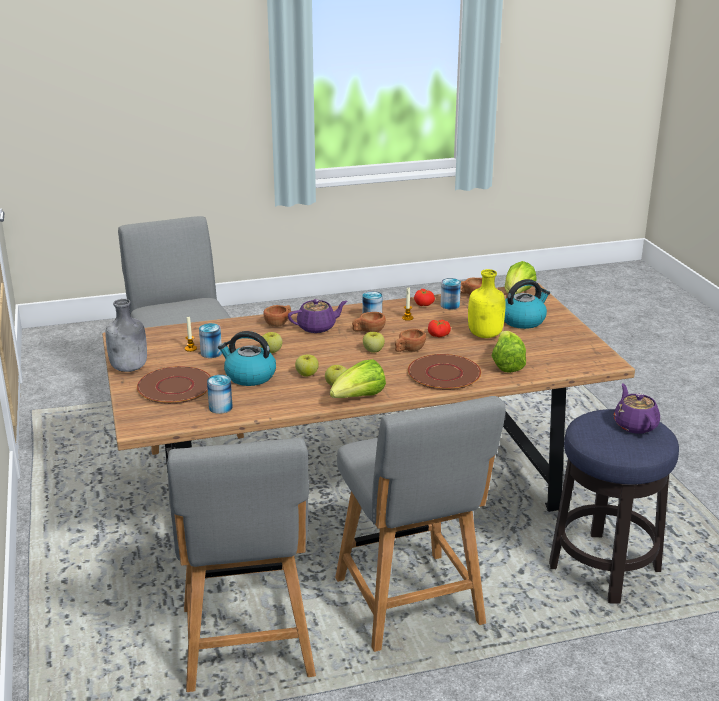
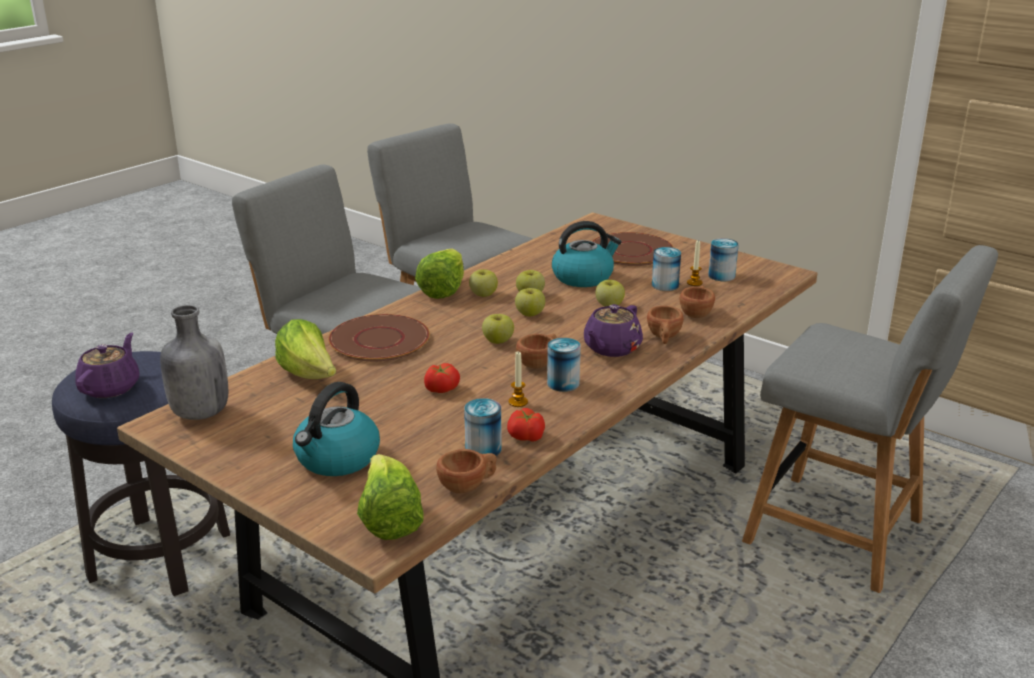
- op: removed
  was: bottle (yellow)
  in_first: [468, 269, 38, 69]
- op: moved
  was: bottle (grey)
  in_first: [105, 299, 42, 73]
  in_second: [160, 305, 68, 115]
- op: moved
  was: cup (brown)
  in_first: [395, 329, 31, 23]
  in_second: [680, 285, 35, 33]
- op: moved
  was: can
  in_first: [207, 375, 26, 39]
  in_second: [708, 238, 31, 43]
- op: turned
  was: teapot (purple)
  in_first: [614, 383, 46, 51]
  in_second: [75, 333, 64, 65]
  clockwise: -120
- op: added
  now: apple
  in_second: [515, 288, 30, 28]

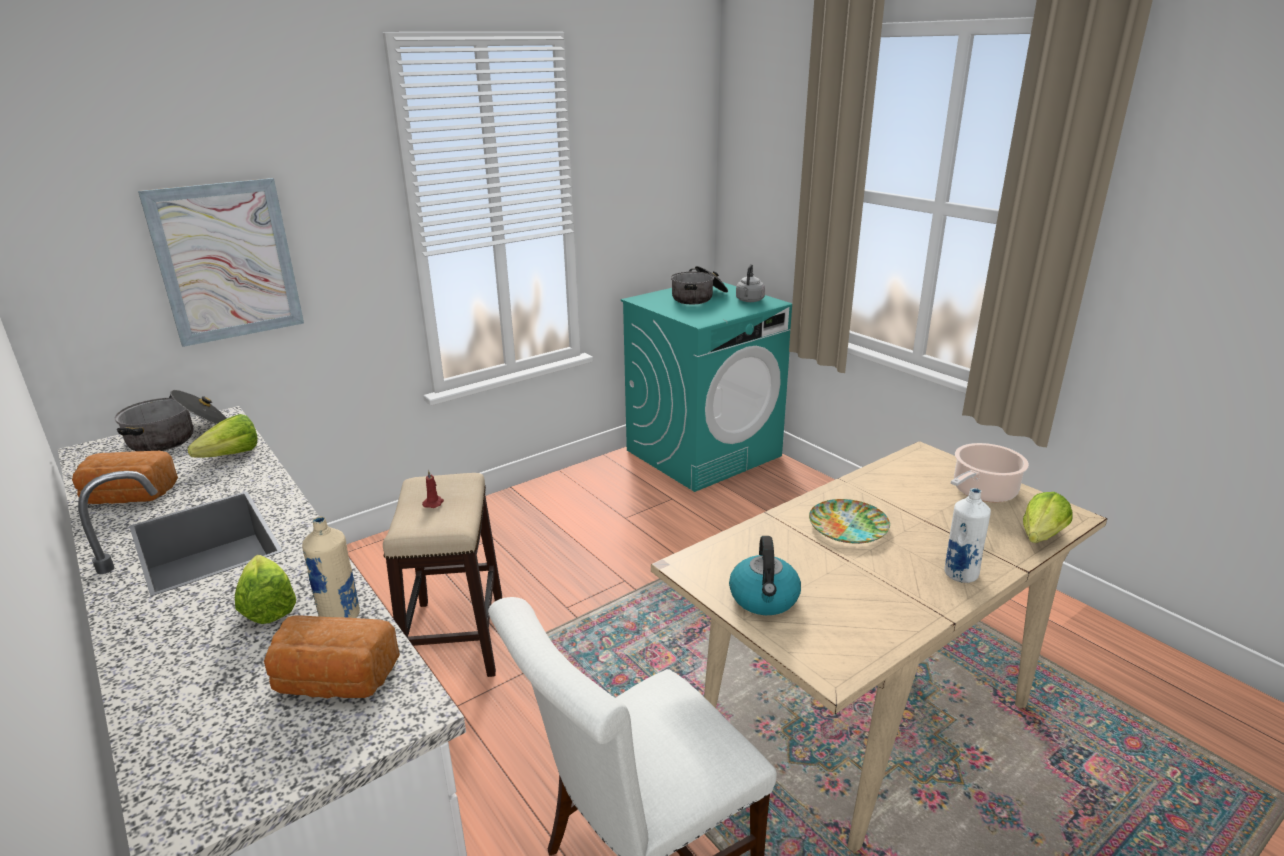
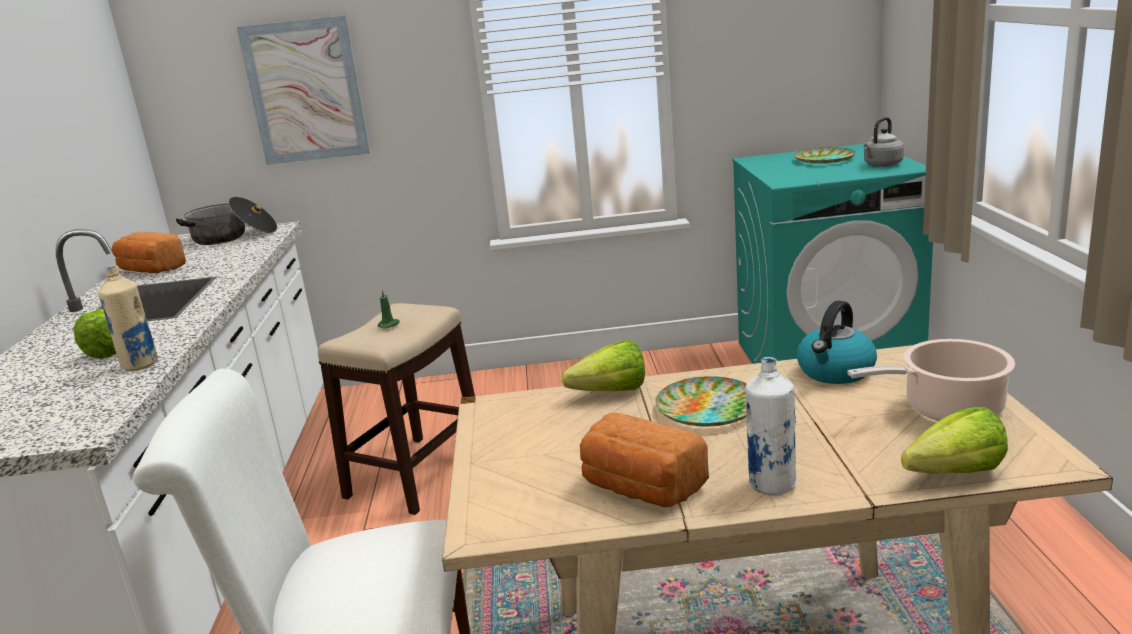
- op: replaced
  was: cooking pot
  now: plate
  in_first: [671, 266, 57, 38]
  in_second: [794, 148, 62, 15]
- op: moved
  was: lettuce
  in_first: [188, 414, 70, 44]
  in_second: [562, 340, 83, 51]
- op: recoloured
  was: candle (red)
  now: candle (green)
  in_first: [422, 470, 22, 38]
  in_second: [378, 289, 22, 40]
- op: moved
  was: kettle
  in_first: [729, 536, 72, 79]
  in_second: [797, 301, 80, 83]
- op: moved
  was: bread
  in_first: [264, 616, 136, 82]
  in_second: [580, 413, 129, 95]

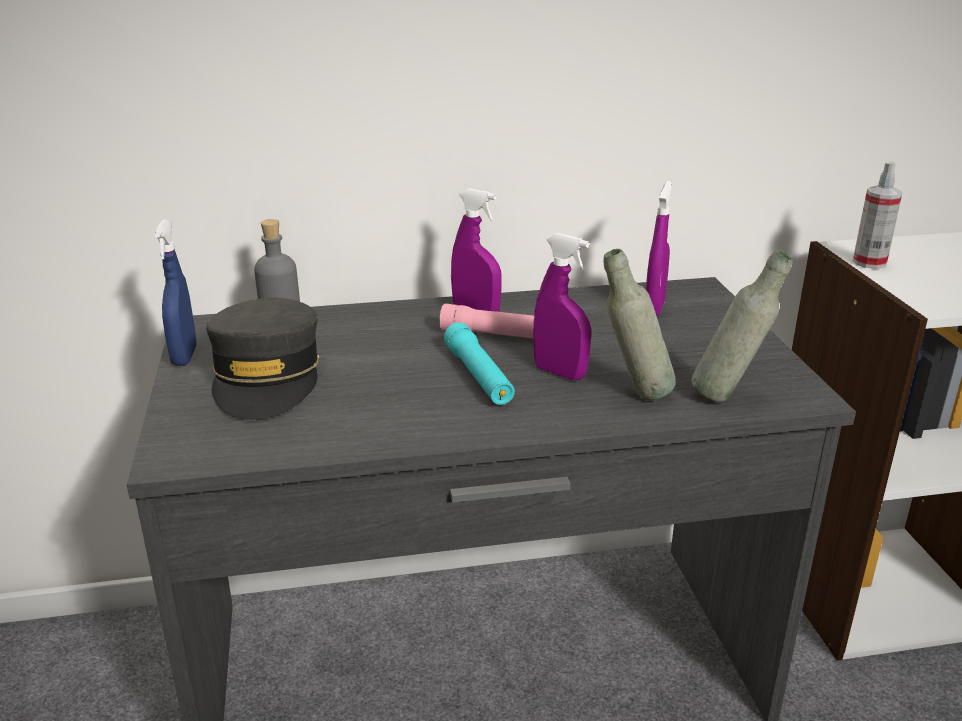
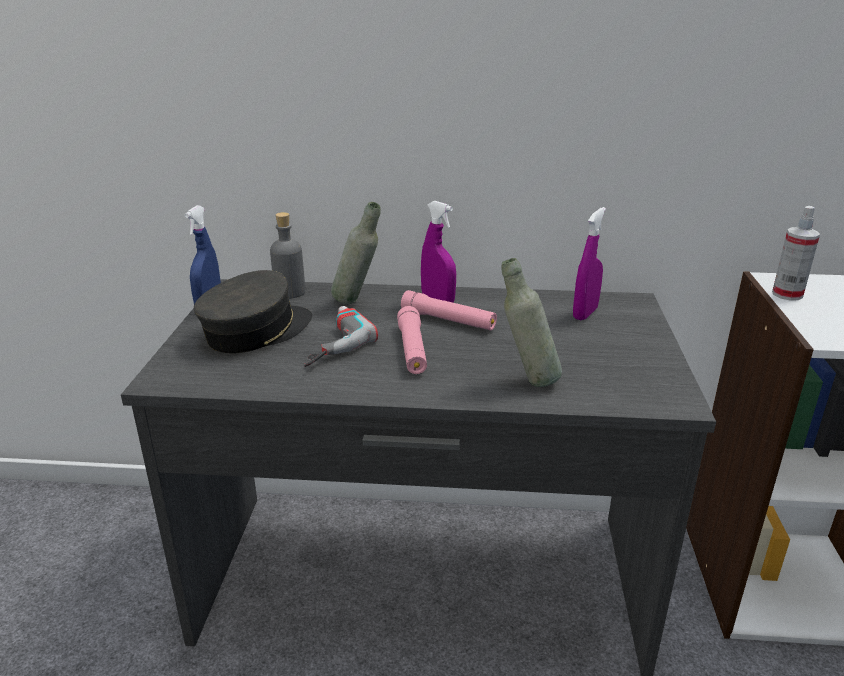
- op: removed
  was: spray bottle (purple)
  in_first: [533, 233, 58, 147]
- op: moved
  was: bottle (grey)
  in_first: [691, 250, 102, 152]
  in_second: [331, 202, 50, 102]
- op: turned
  was: cap (grey)
  in_first: [206, 298, 113, 122]
  in_second: [194, 270, 118, 83]
  clockwise: -150
- op: recoloured
  was: flashlight (turquoise)
  now: flashlight (pink)
  in_first: [444, 323, 71, 82]
  in_second: [397, 306, 30, 68]
- op: added
  now: power drill
  in_second: [304, 306, 74, 61]

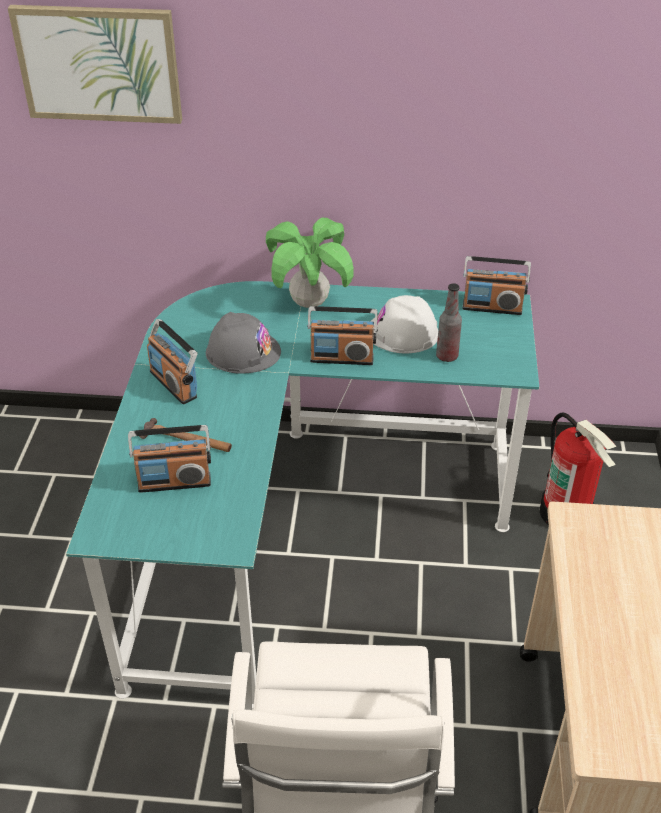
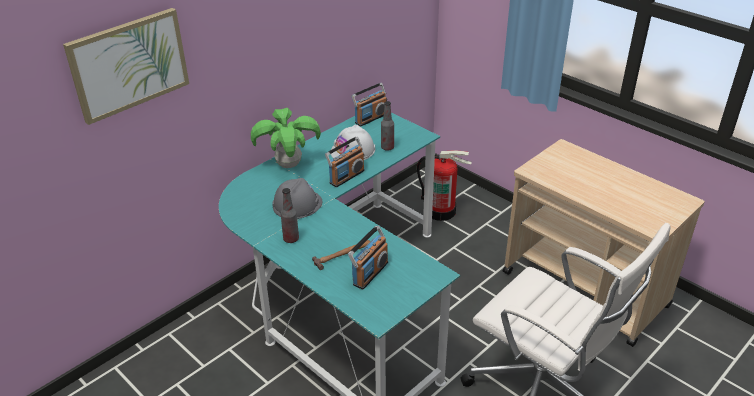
- op: replaced
  was: radio
  now: bottle
  in_first: [147, 319, 50, 85]
  in_second: [281, 188, 18, 55]

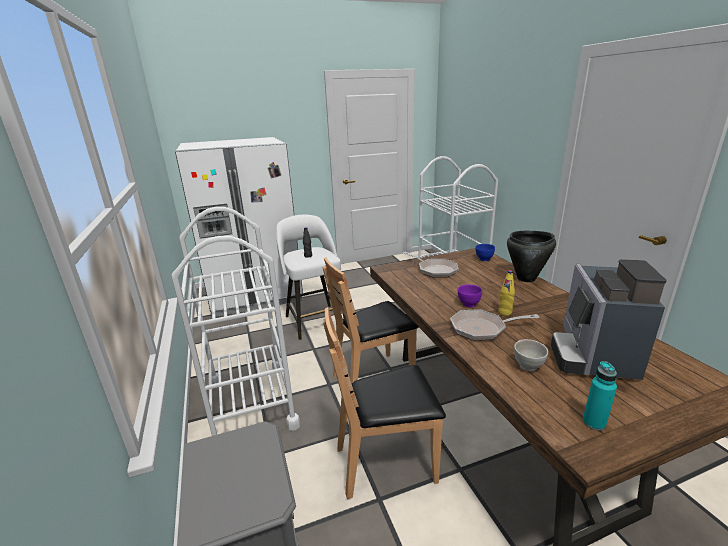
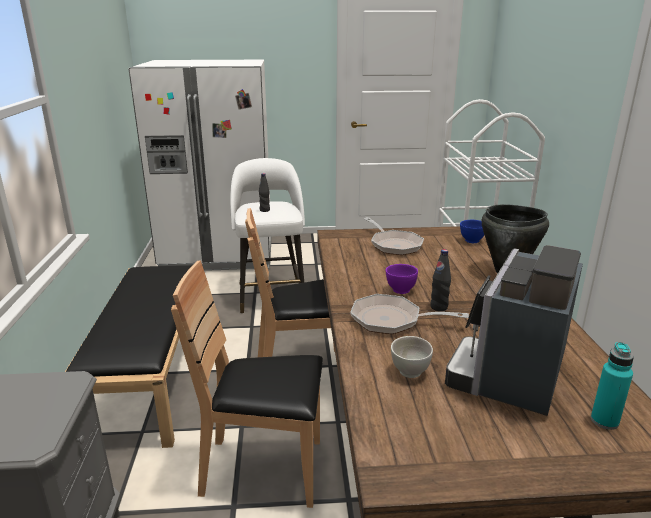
- op: replaced
  was: cart (white)
  now: bench (black)
  in_first: [172, 207, 128, 229]
  in_second: [65, 265, 127, 183]
- op: recoloured
  was: bottle (yellow)
  now: bottle (black)
  in_first: [498, 270, 17, 46]
  in_second: [430, 249, 21, 62]
- op: moved
  was: bottle (turquoise)
  in_first: [583, 361, 34, 70]
  in_second: [591, 342, 43, 88]

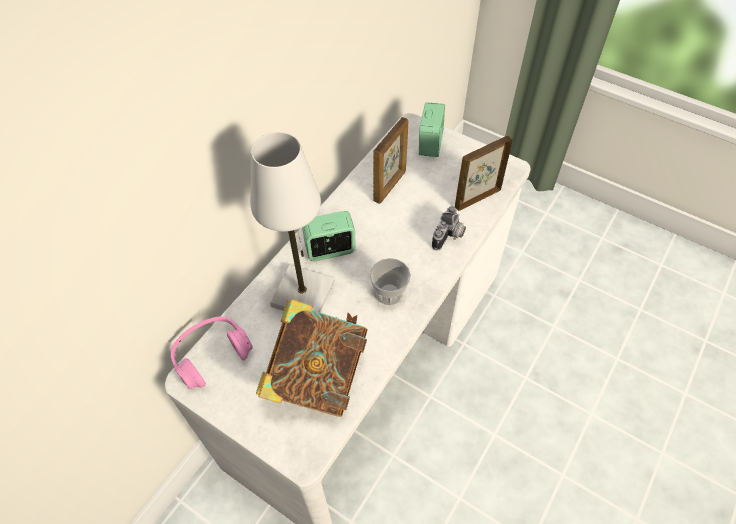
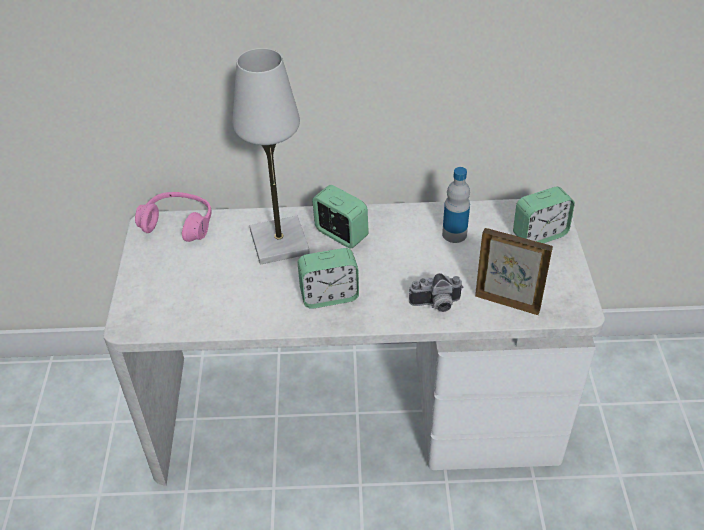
- op: replaced
  was: picture frame
  now: bottle
  in_first: [373, 117, 35, 87]
  in_second: [442, 167, 28, 76]
- op: replaced
  was: cup
  now: alarm clock
  in_first: [370, 258, 41, 47]
  in_second: [298, 248, 61, 61]
- op: removed
  was: book
  in_first: [256, 299, 112, 118]

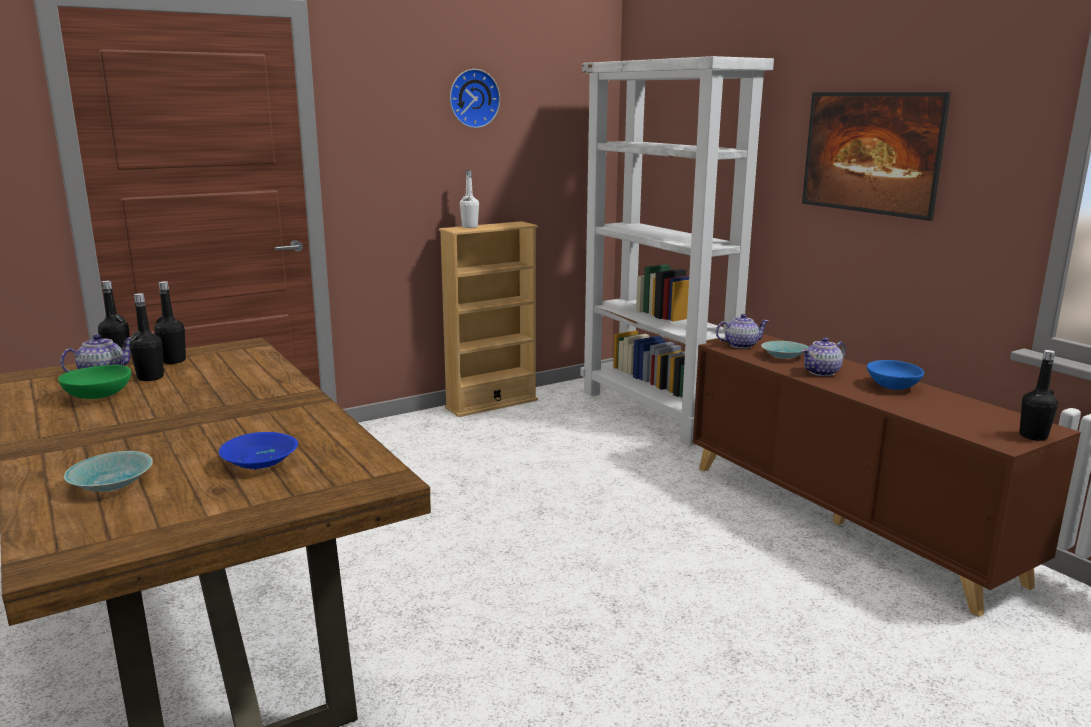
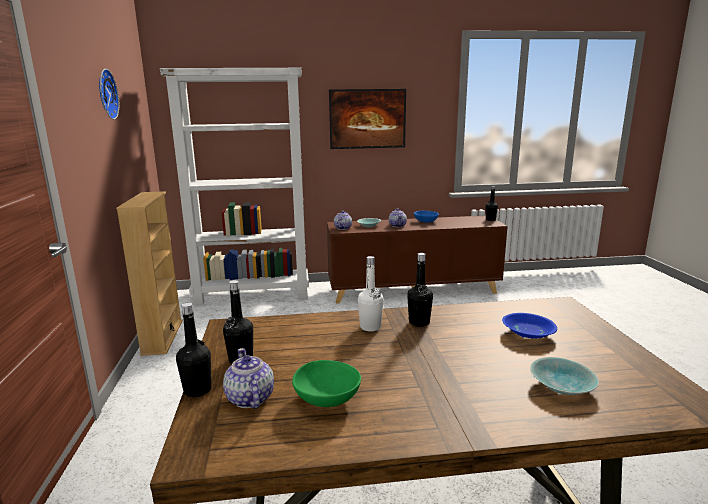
- op: moved
  was: bottle (white)
  in_first: [460, 170, 19, 58]
  in_second: [358, 256, 26, 76]
- op: moved
  was: bottle (black)
  in_first: [129, 293, 35, 88]
  in_second: [407, 253, 26, 74]

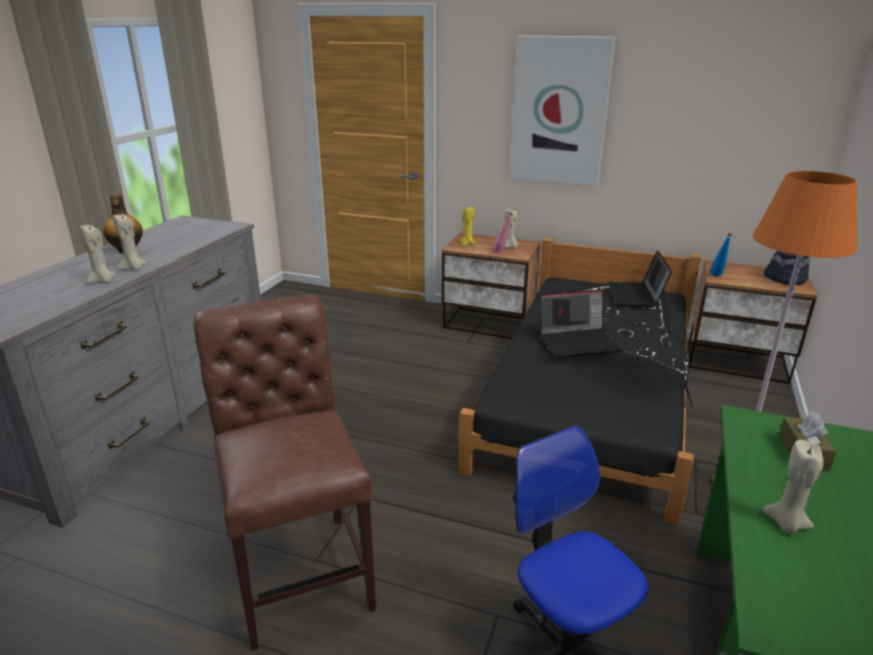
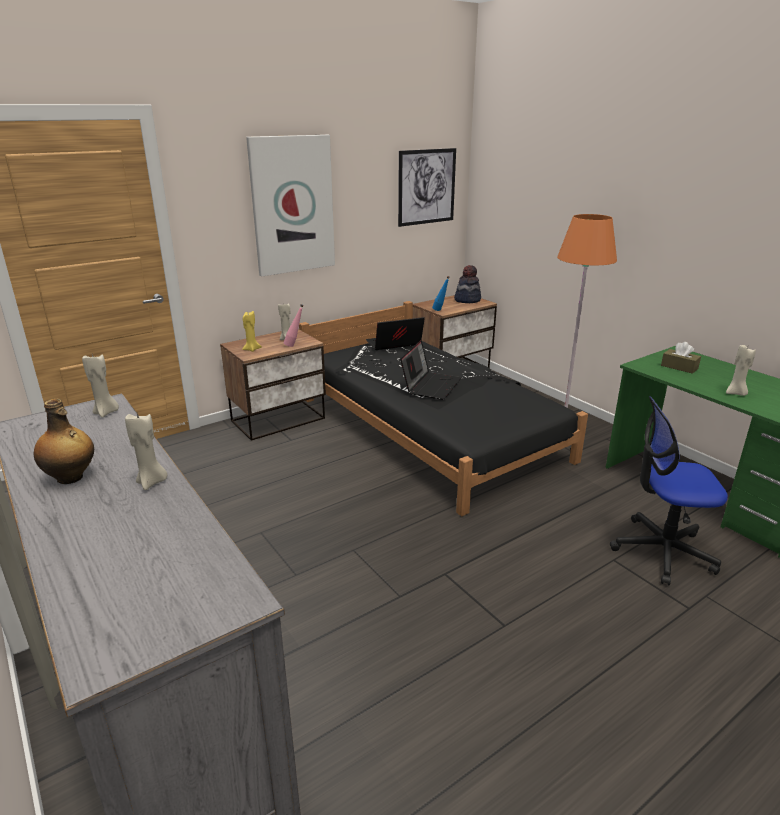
- op: moved
  was: candle (beige)
  in_first: [80, 225, 35, 58]
  in_second: [82, 354, 37, 64]
- op: turned
  was: laptop
  in_first: [607, 250, 65, 57]
  in_second: [366, 317, 59, 33]
  clockwise: 120
- op: removed
  was: chair (brown)
  in_first: [194, 295, 182, 356]
- op: added
  now: picture
  in_second: [398, 148, 58, 79]

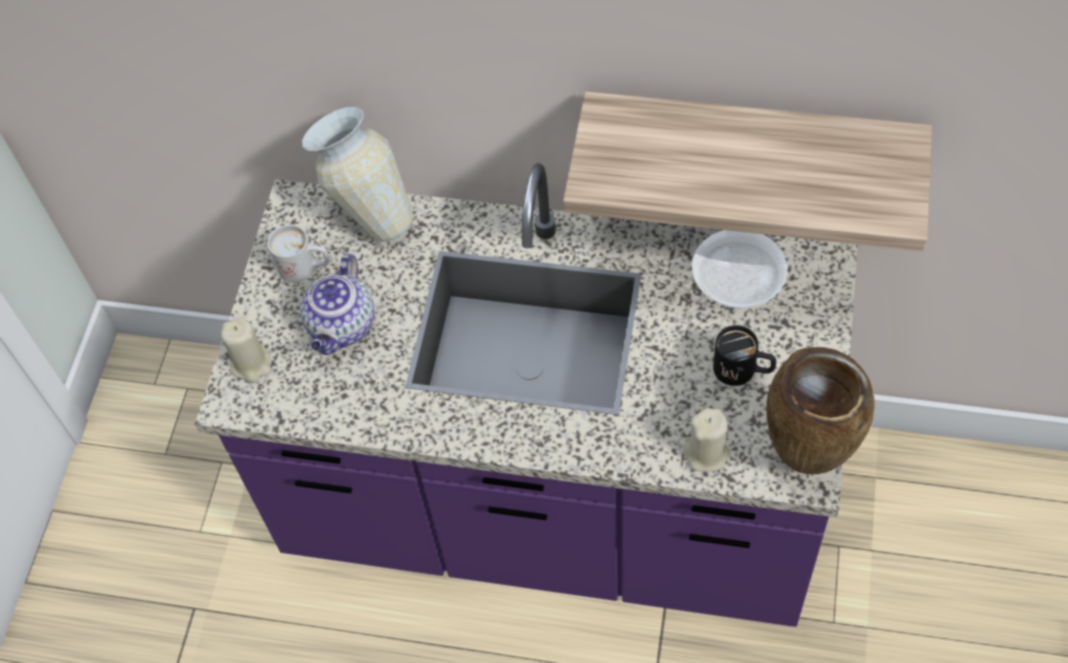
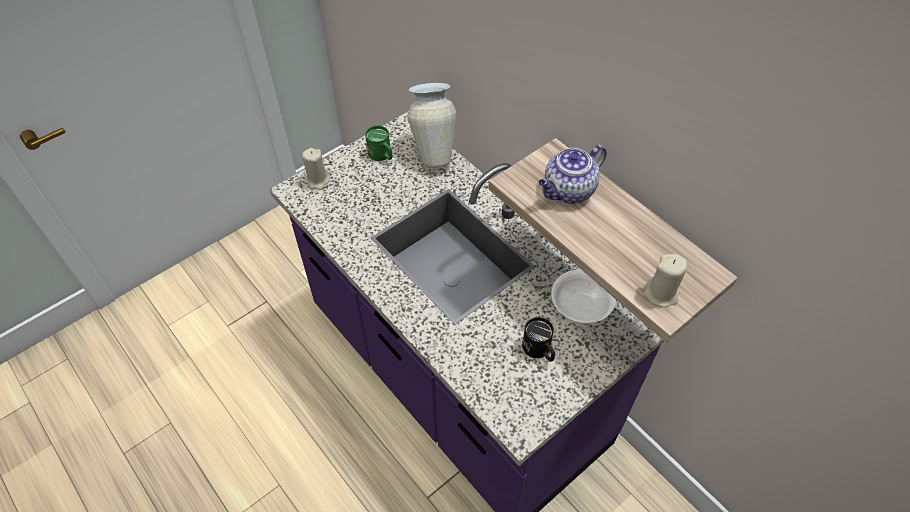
- op: recoloured
  was: mug (white)
  now: mug (green)
  in_first: [268, 224, 62, 59]
  in_second: [365, 125, 28, 36]
- op: moved
  was: teapot
  in_first: [300, 253, 74, 102]
  in_second: [538, 145, 69, 59]
- op: removed
  was: vase (brown)
  in_first: [766, 347, 109, 128]
- op: moved
  was: candle (beige)
  in_first: [683, 408, 48, 64]
  in_second: [644, 254, 43, 53]

